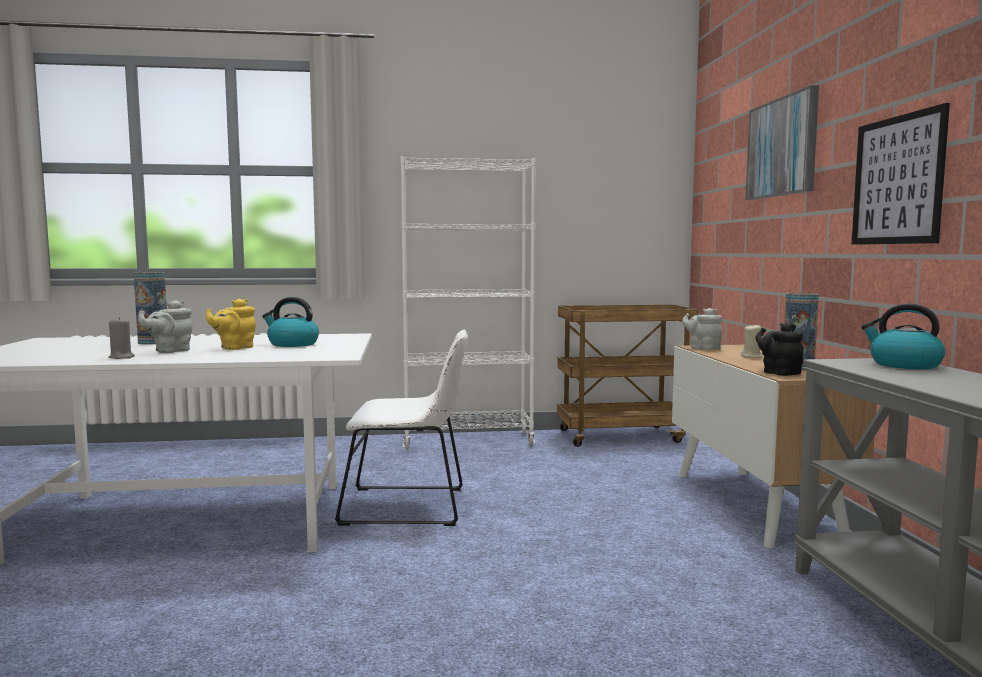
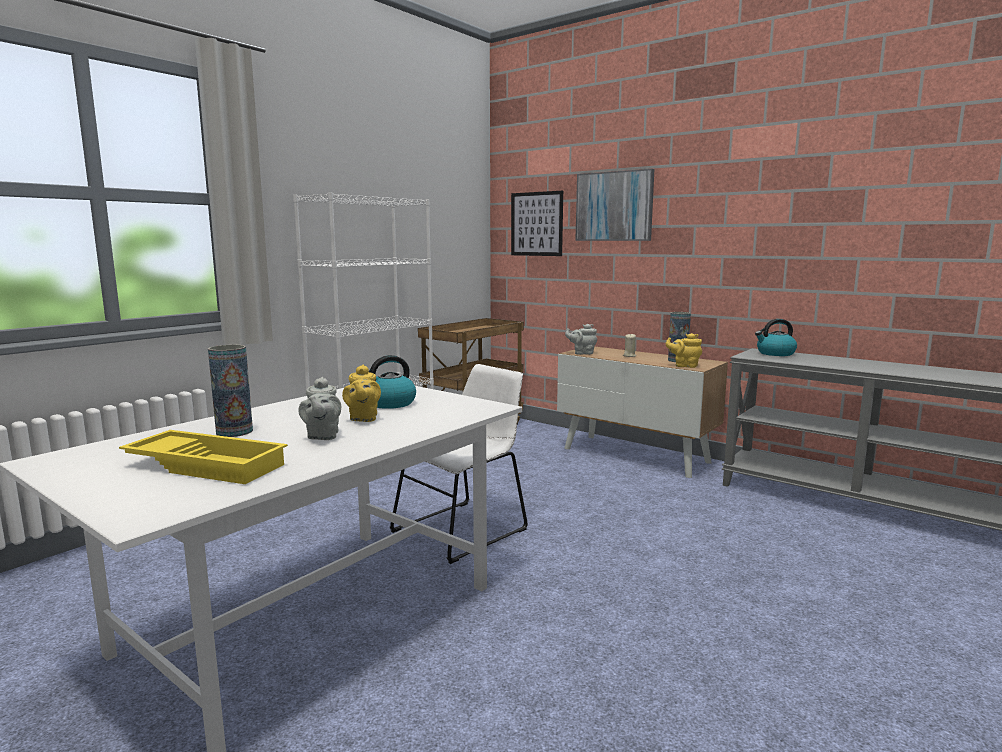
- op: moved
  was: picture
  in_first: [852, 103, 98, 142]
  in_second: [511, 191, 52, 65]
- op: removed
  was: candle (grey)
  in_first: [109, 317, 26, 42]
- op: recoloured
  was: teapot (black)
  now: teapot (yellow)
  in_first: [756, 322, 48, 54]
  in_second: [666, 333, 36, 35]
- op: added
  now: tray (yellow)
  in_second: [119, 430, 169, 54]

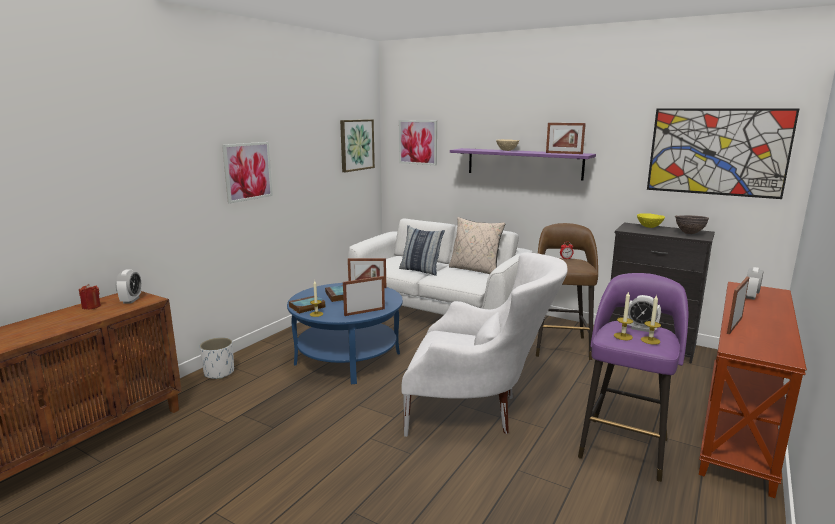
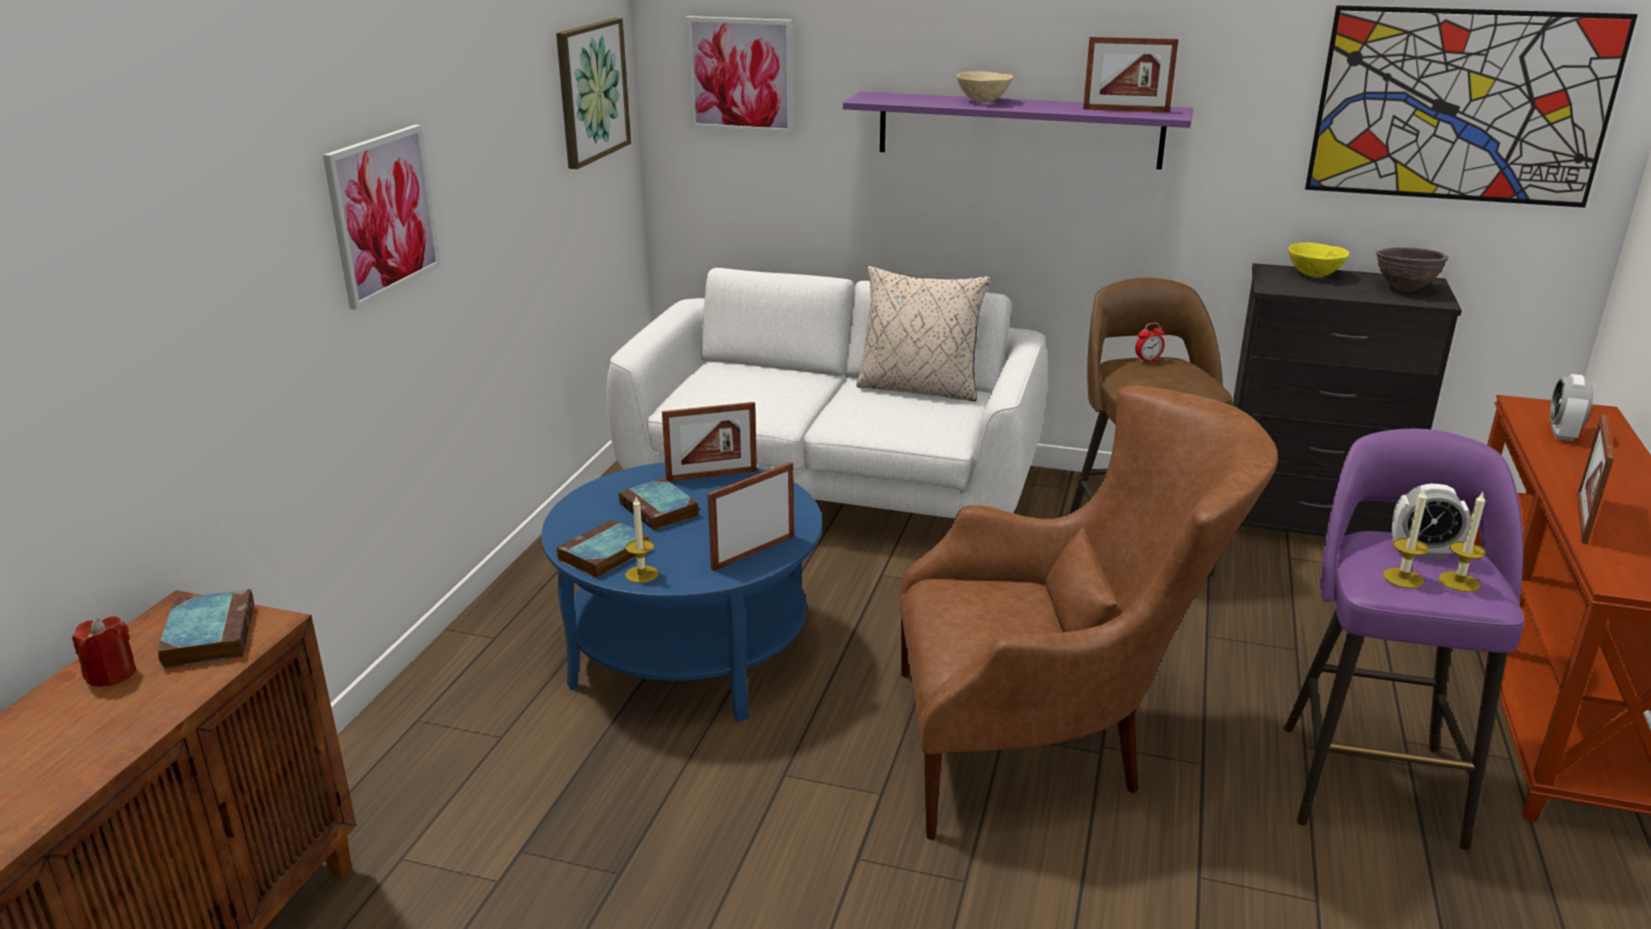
- op: removed
  was: pillow
  in_first: [399, 225, 46, 51]
- op: recoloured
  was: armchair (white)
  now: armchair (brown)
  in_first: [401, 252, 167, 185]
  in_second: [900, 386, 378, 454]
- op: replaced
  was: alarm clock
  now: book
  in_first: [116, 269, 25, 35]
  in_second: [157, 589, 97, 80]
- op: removed
  was: planter (white)
  in_first: [199, 337, 35, 42]

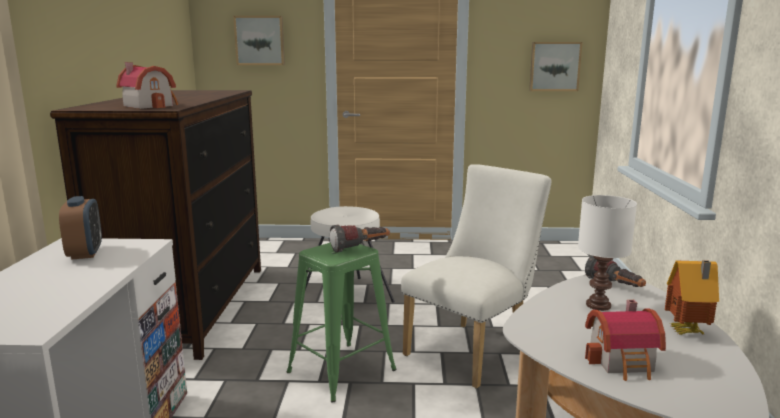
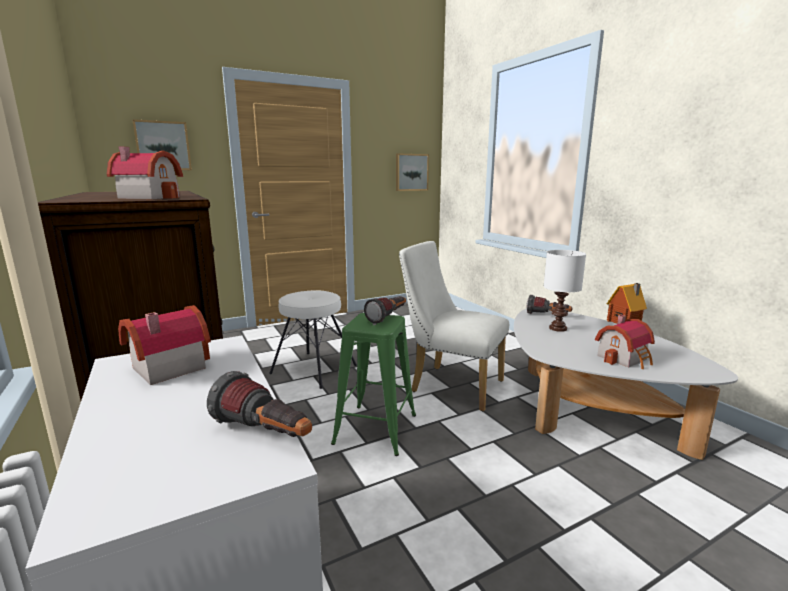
- op: turned
  was: chair (white)
  in_first: [401, 164, 150, 224]
  in_second: [399, 241, 110, 170]
  clockwise: -75
- op: replaced
  was: alarm clock
  now: toy house
  in_first: [59, 196, 43, 64]
  in_second: [118, 305, 93, 80]
- op: added
  now: flashlight
  in_second: [207, 371, 105, 66]

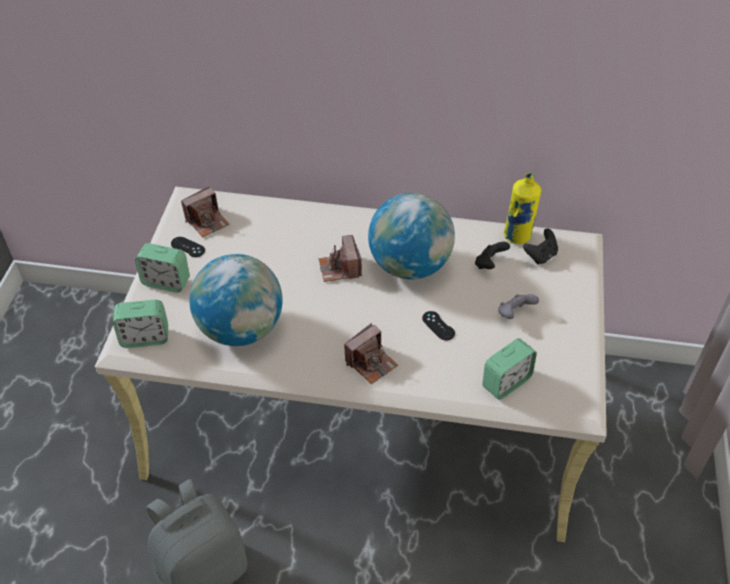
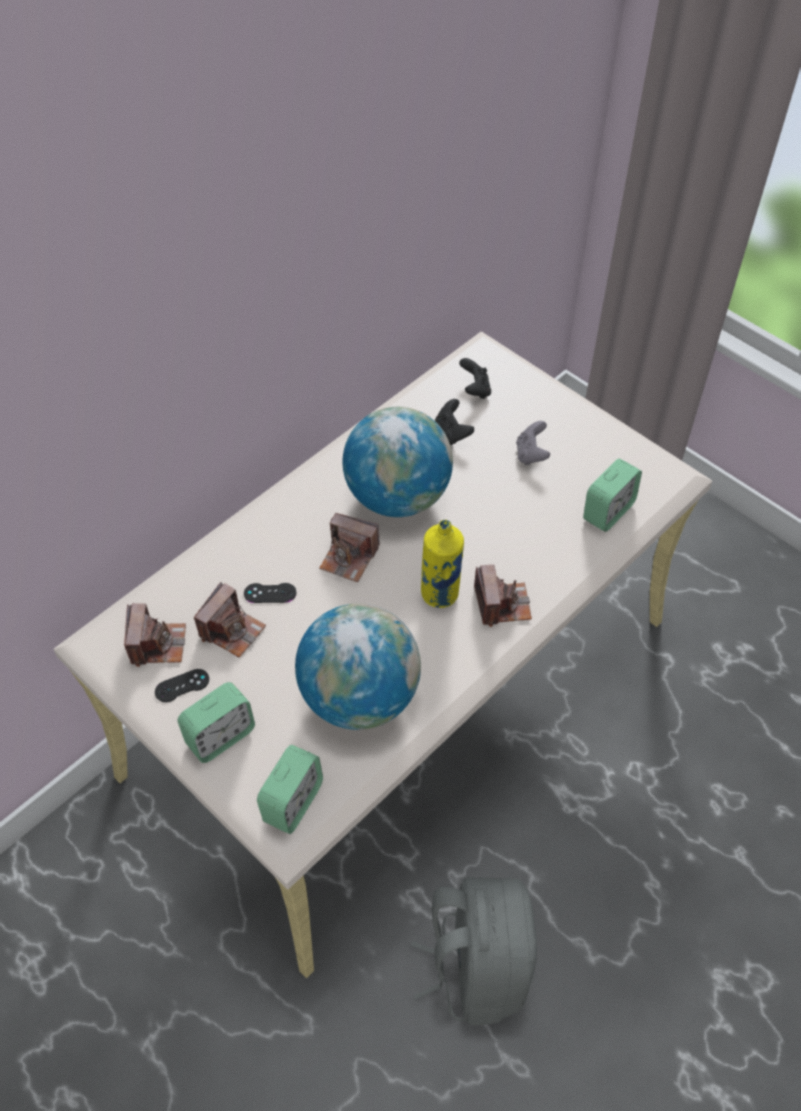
- op: moved
  was: bottle (yellow)
  in_first: [504, 173, 37, 71]
  in_second: [421, 520, 43, 88]
- op: moved
  was: game controller (black)
  in_first: [422, 311, 33, 29]
  in_second: [244, 583, 53, 20]
- op: turned
  was: alarm clock
  in_first: [482, 338, 55, 62]
  in_second: [583, 459, 59, 73]
  clockwise: 45
- op: added
  now: photo camera
  in_second: [194, 582, 72, 76]

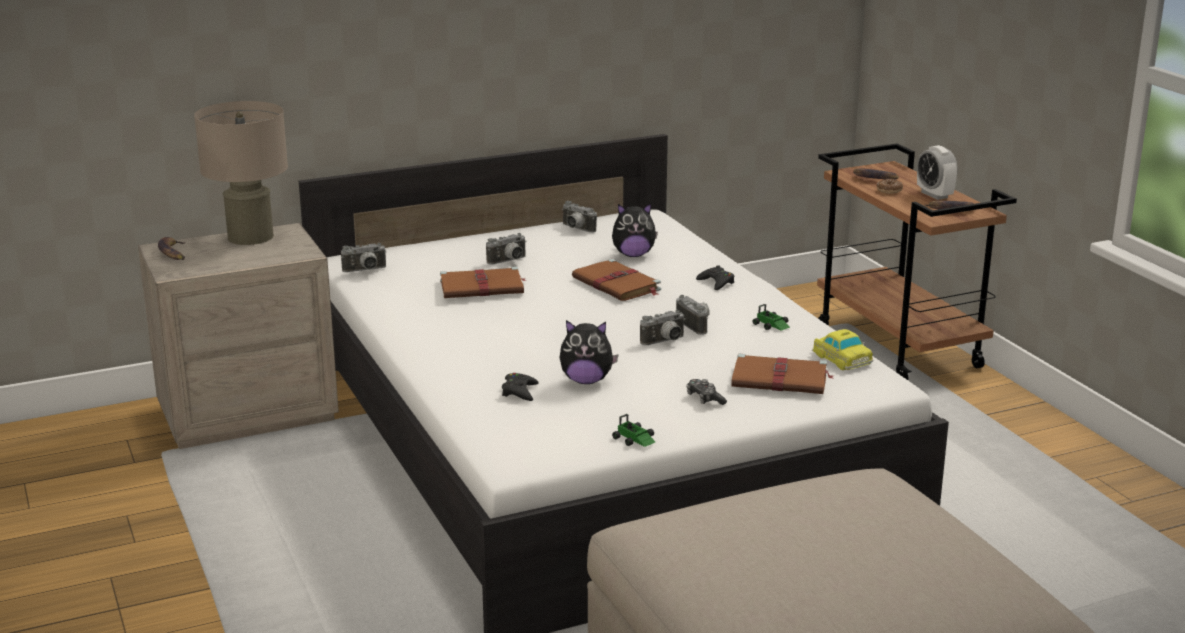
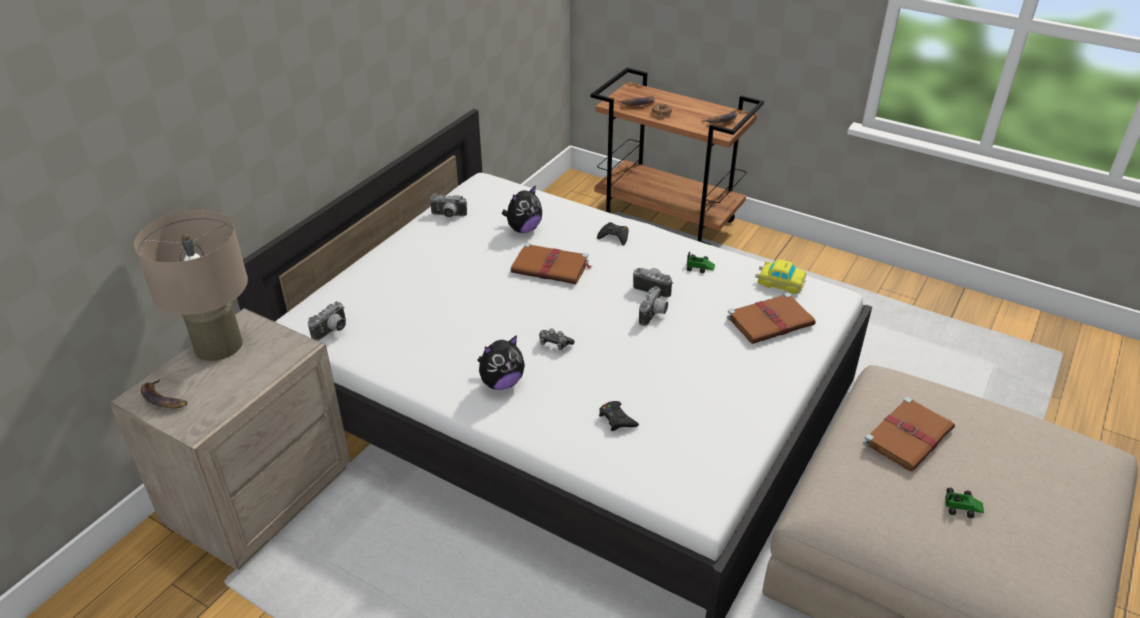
- op: removed
  was: alarm clock
  in_first: [917, 145, 41, 55]
- op: removed
  was: photo camera
  in_first: [486, 233, 41, 31]
- op: moved
  was: book (brown)
  in_first: [440, 267, 86, 31]
  in_second: [863, 397, 92, 75]
- op: moved
  was: plush toy
  in_first: [559, 320, 60, 64]
  in_second: [477, 335, 48, 55]
- op: moved
  was: game controller
  in_first: [686, 379, 41, 26]
  in_second: [539, 329, 36, 21]
- op: moved
  was: toy car
  in_first: [612, 414, 43, 33]
  in_second: [945, 488, 39, 30]

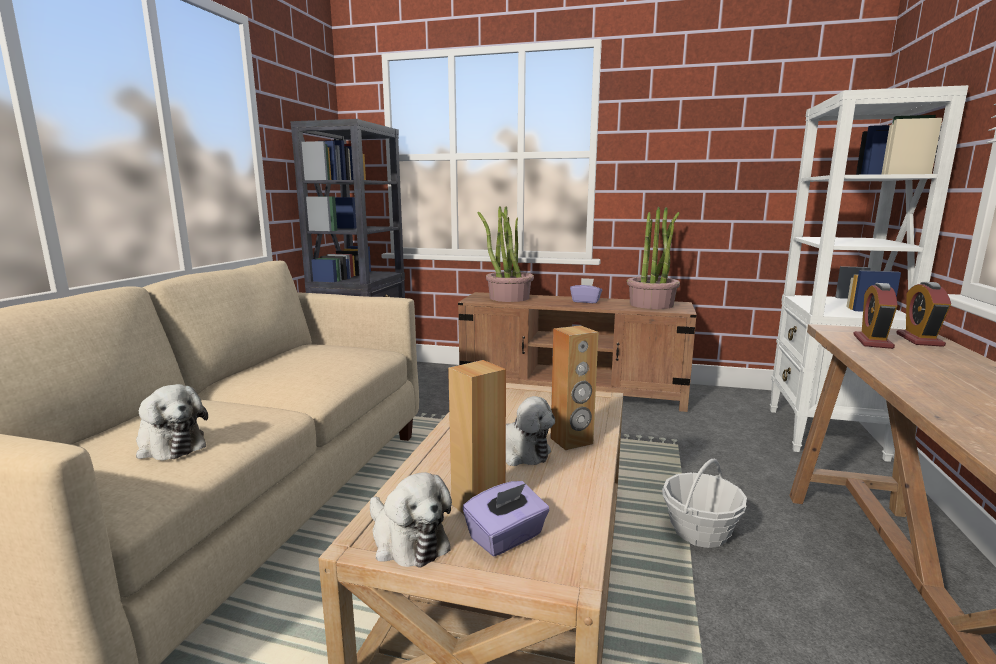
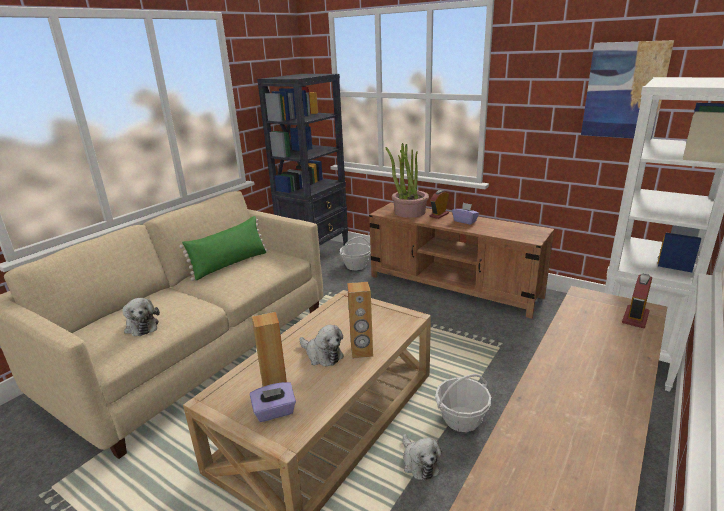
- op: removed
  was: potted plant
  in_first: [627, 207, 53, 102]
- op: moved
  was: alarm clock
  in_first: [853, 283, 45, 66]
  in_second: [430, 190, 19, 29]
- op: moved
  was: plush toy
  in_first: [370, 472, 82, 96]
  in_second: [403, 434, 39, 47]
- op: added
  now: picture
  in_second: [581, 40, 93, 99]
- op: added
  now: pillow (green)
  in_second: [179, 216, 89, 65]
- op: added
  now: basket
  in_second: [340, 236, 31, 34]

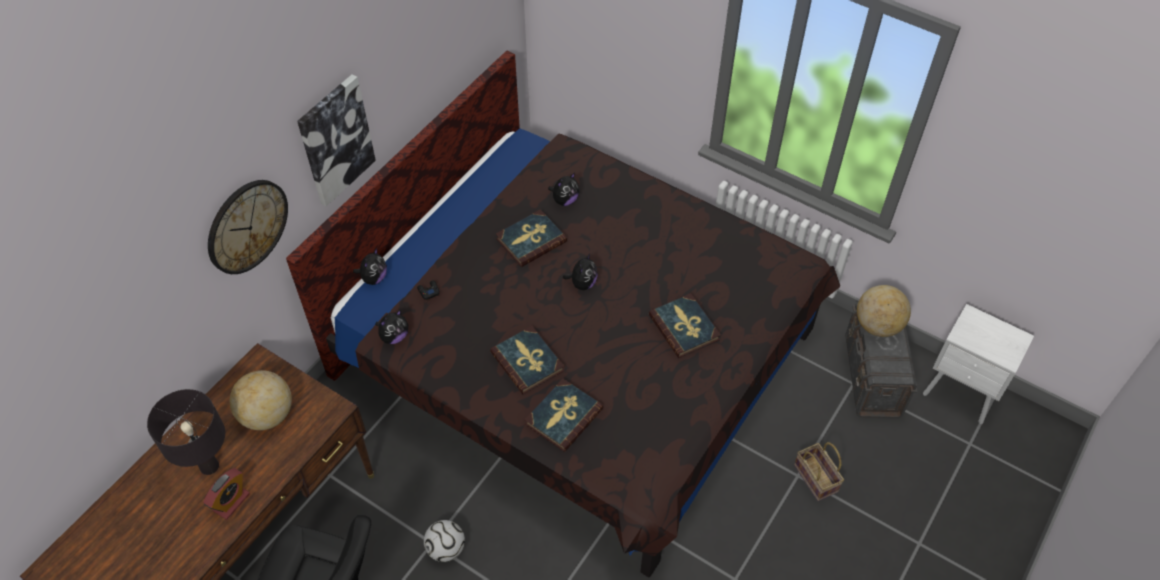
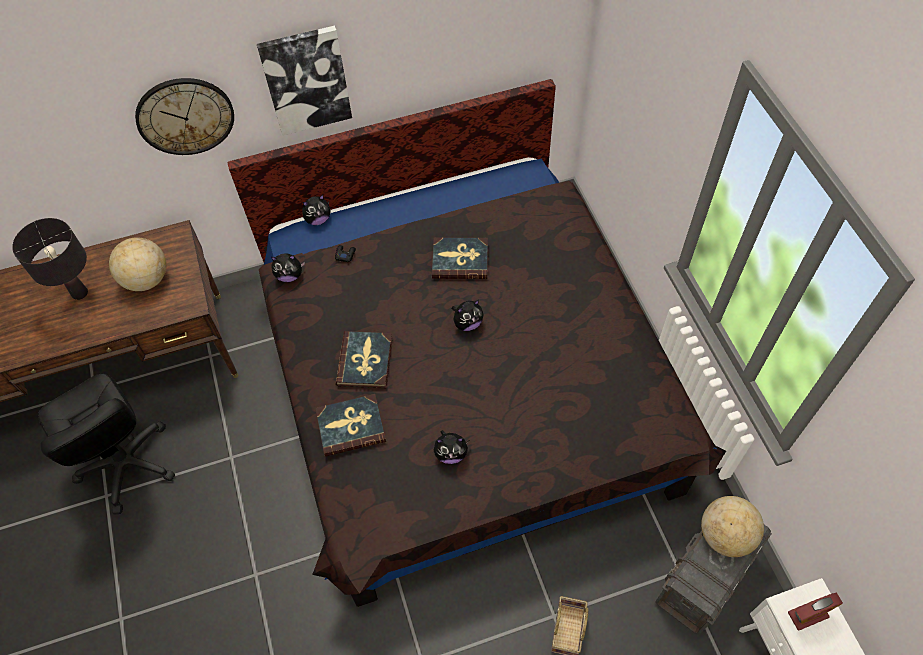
- op: moved
  was: plush toy
  in_first: [548, 172, 31, 34]
  in_second: [434, 430, 36, 34]
- op: removed
  was: book
  in_first: [649, 293, 72, 65]
- op: moved
  was: alarm clock
  in_first: [203, 468, 47, 52]
  in_second: [788, 593, 55, 37]
- op: removed
  was: football
  in_first: [424, 520, 41, 42]

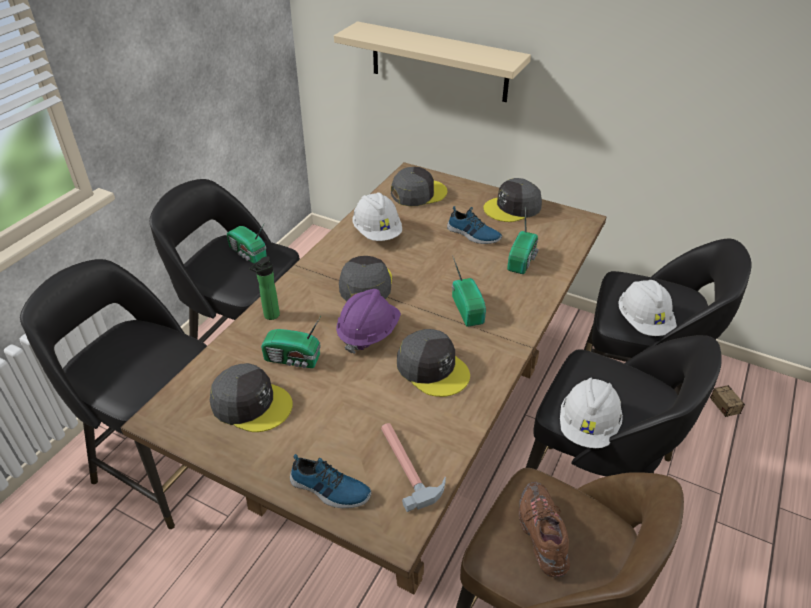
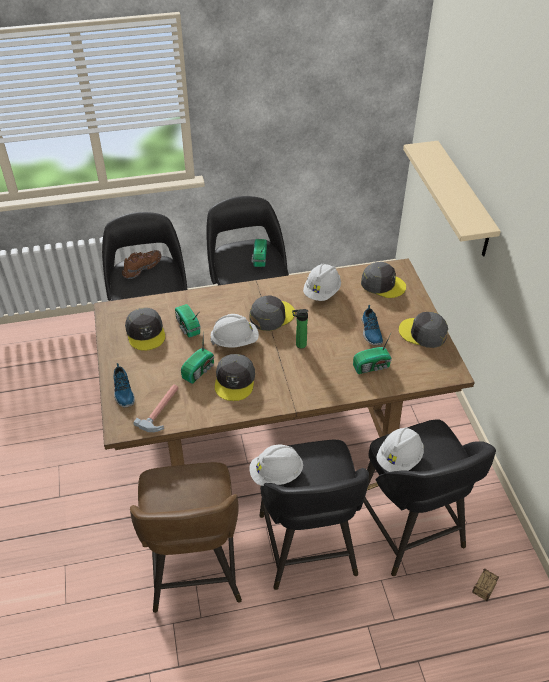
- op: moved
  was: radio
  in_first: [452, 255, 34, 72]
  in_second: [181, 331, 33, 53]
- op: moved
  was: bottle
  in_first: [250, 256, 30, 64]
  in_second: [292, 309, 16, 39]
- op: recoloured
  was: hard hat (purple)
  now: hard hat (white)
  in_first: [336, 289, 65, 65]
  in_second: [210, 314, 49, 34]
- op: moved
  was: shoe (brown)
  in_first: [518, 482, 52, 95]
  in_second: [122, 250, 39, 29]

